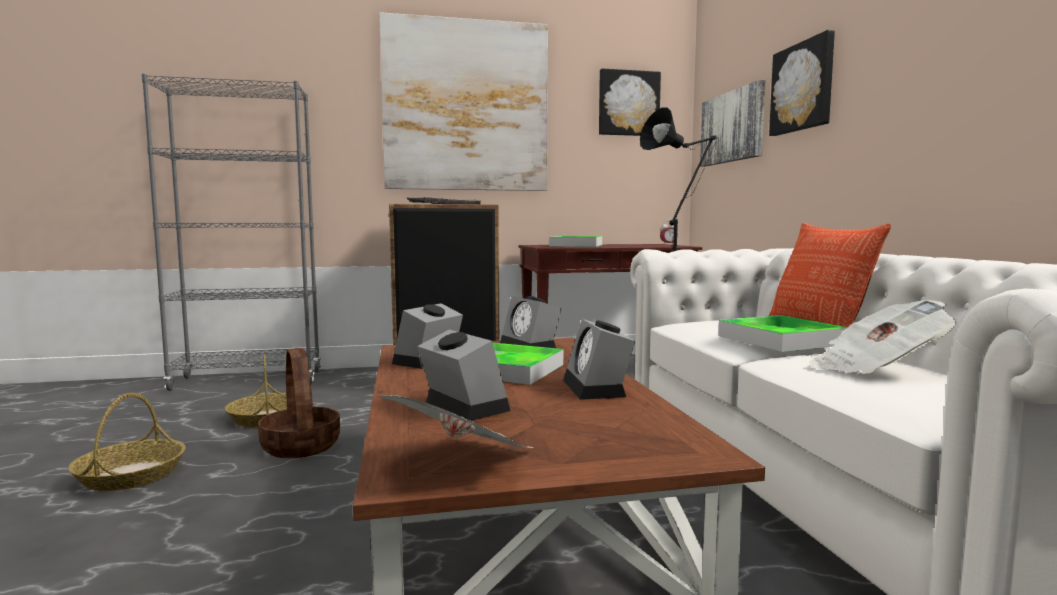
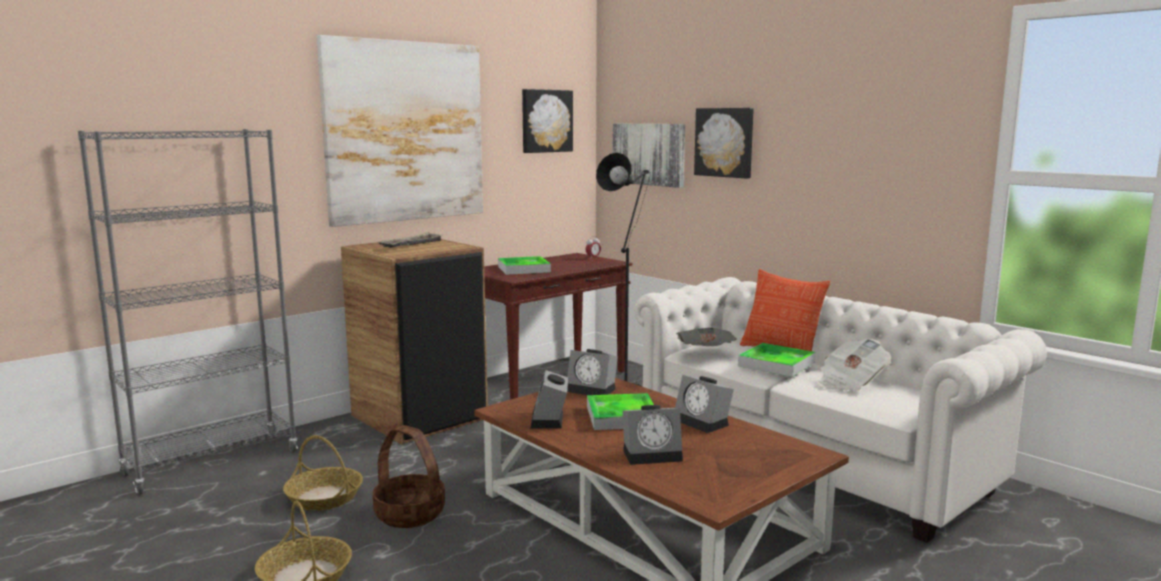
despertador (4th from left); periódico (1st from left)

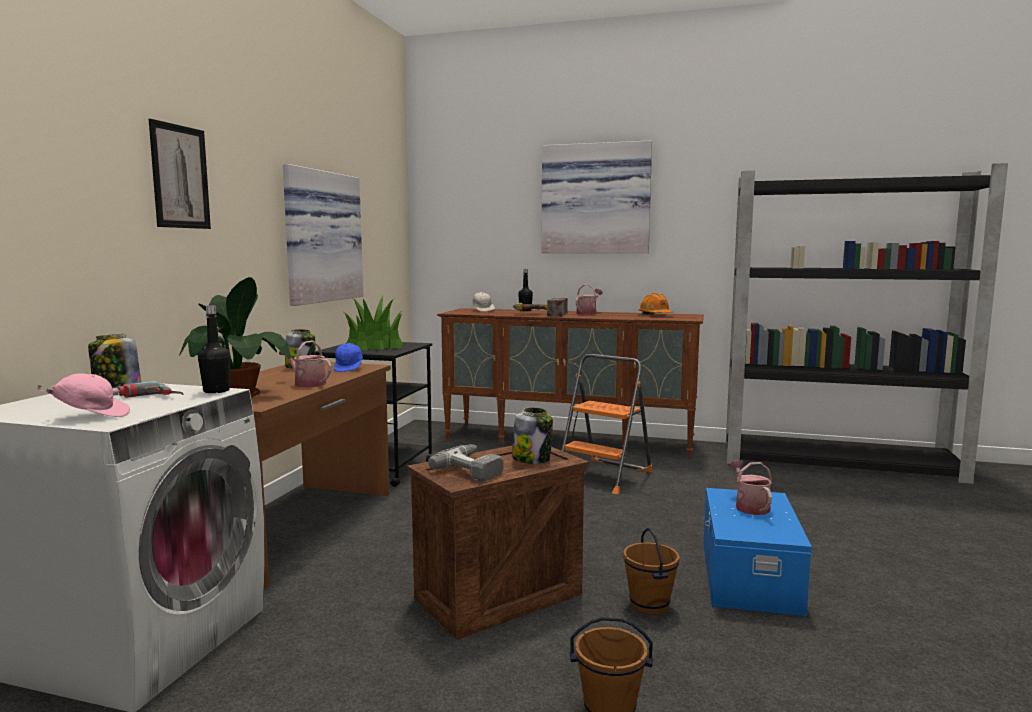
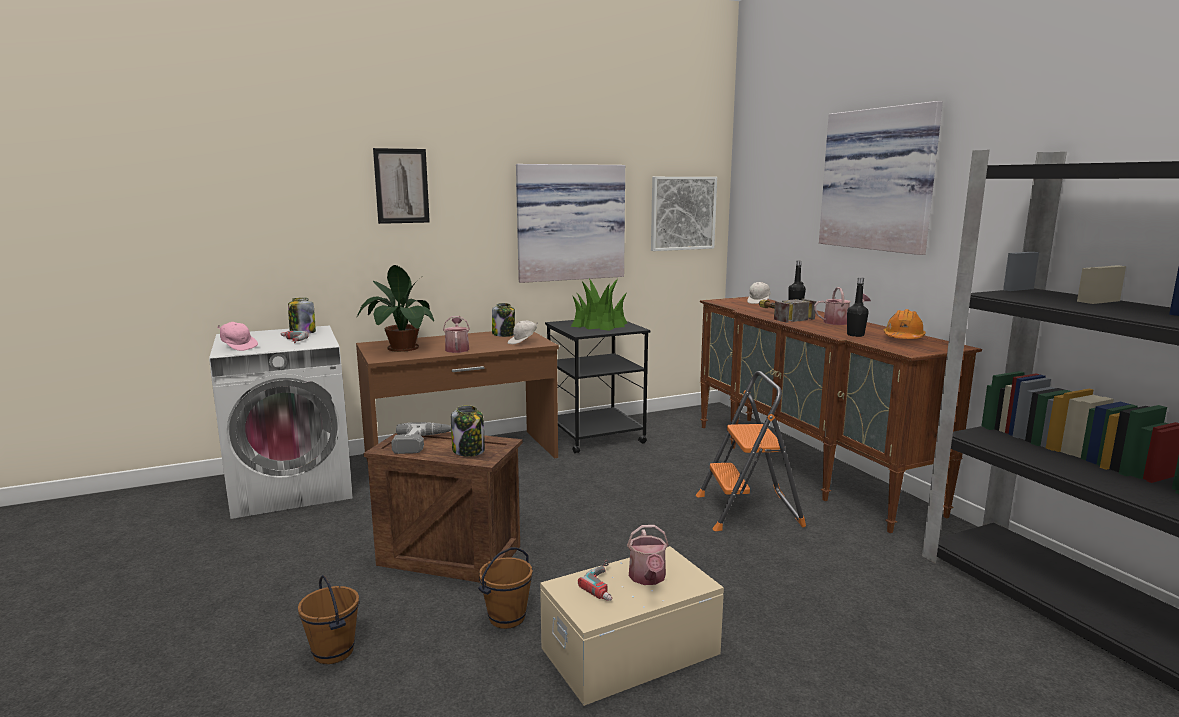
gorra (blanco) (1st from left); caja de almacenaje (beis); taladro (3rd from left); regadera (2nd from left); cuadro (3rd from left); botella (negro) (2nd from left)

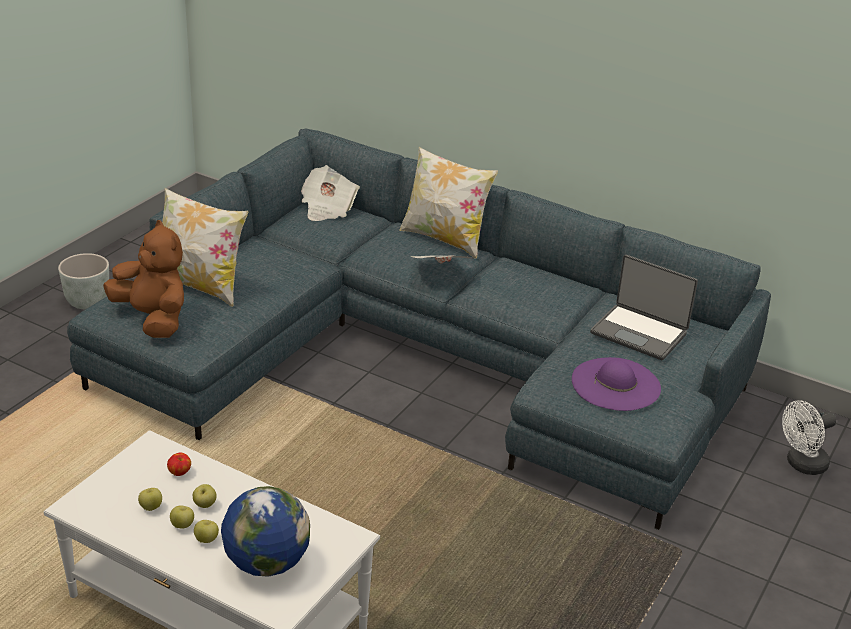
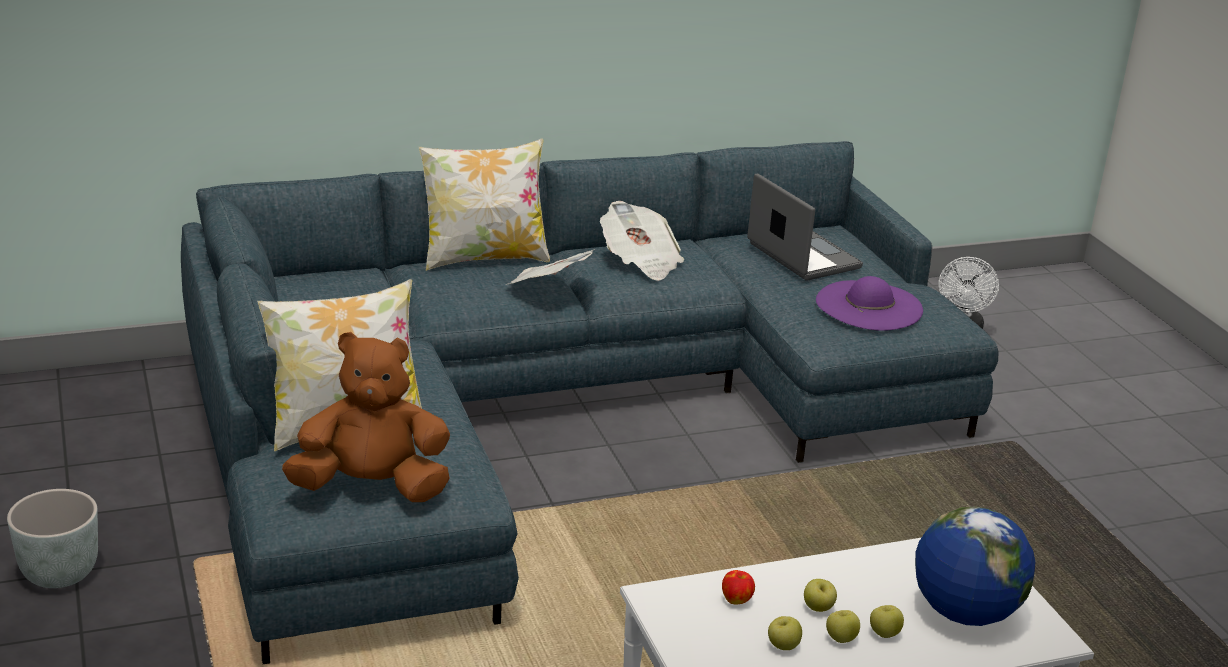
periódico (2nd from left); portátil

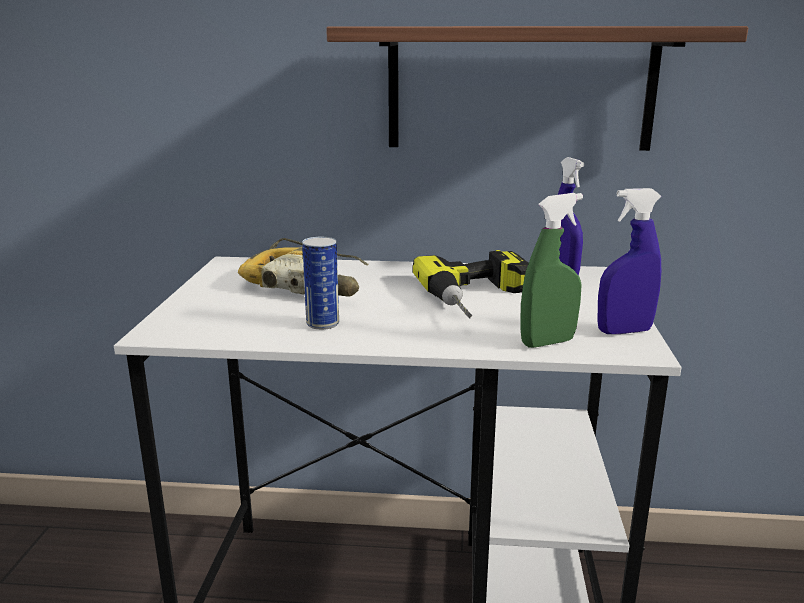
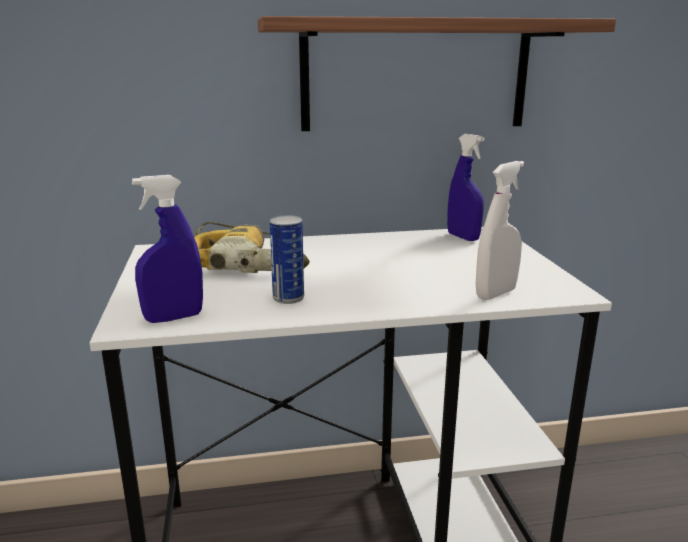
pulverizador (azul) (1st from left); pulverizador (blanco); taladro (2nd from left in the first image)

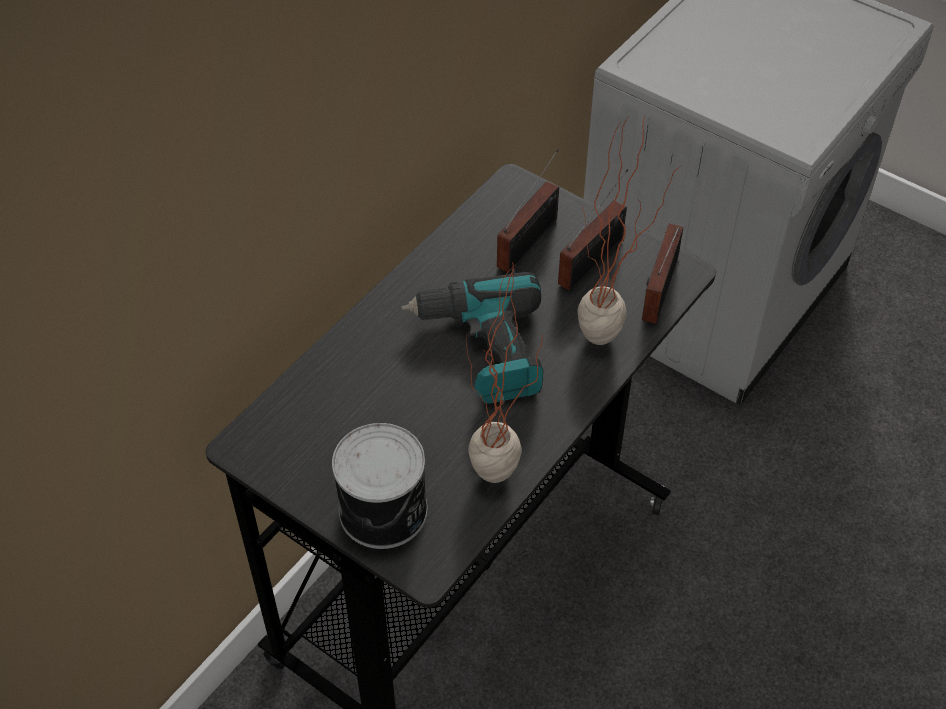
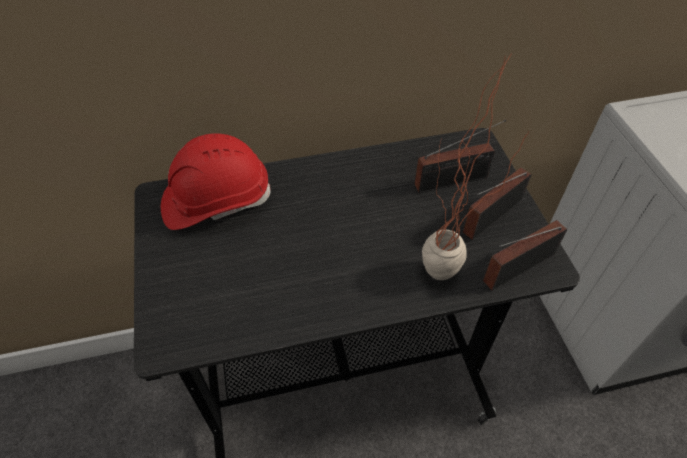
casco (rojo); radio (2nd from left); lata; taladro; planta en maceta (1st from left in the first image)

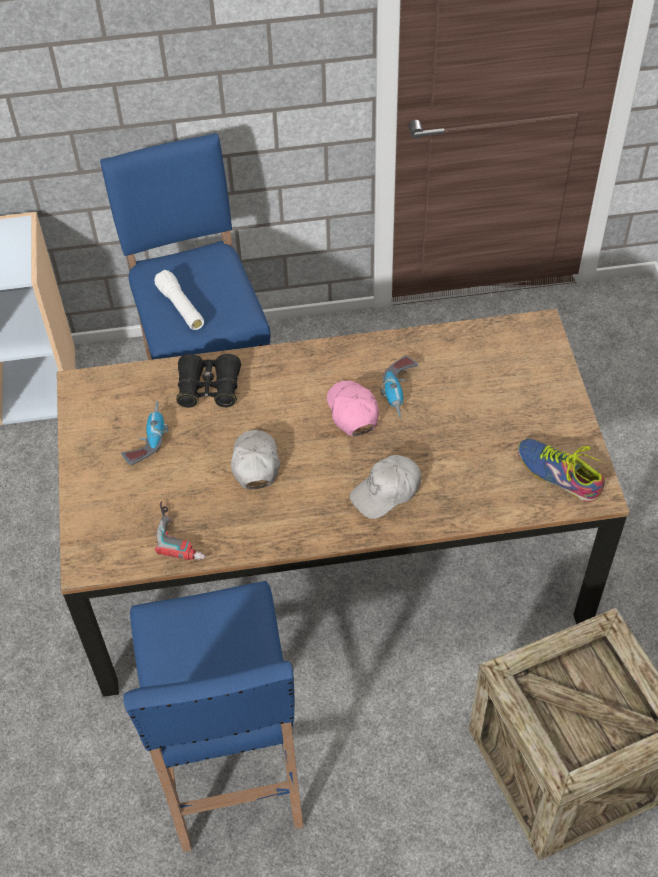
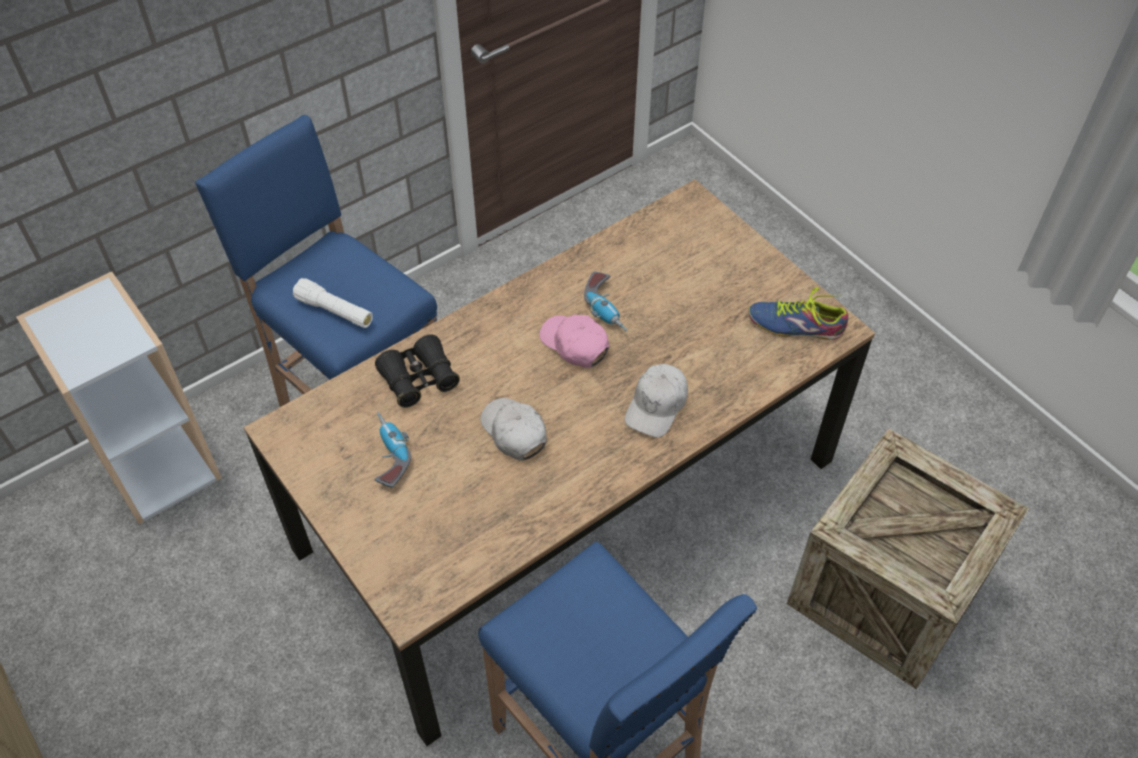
taladro (2nd from left in the first image)

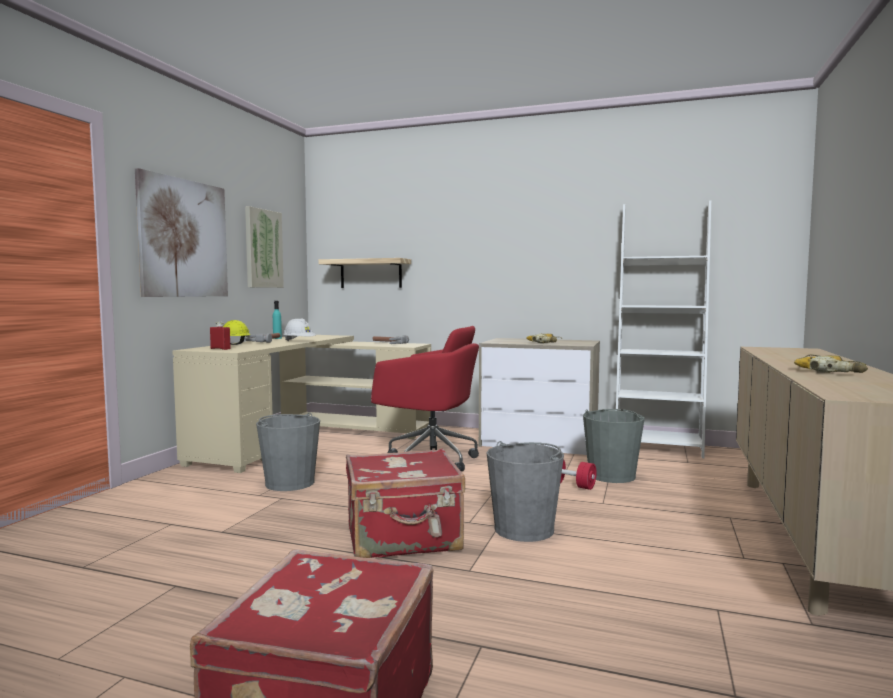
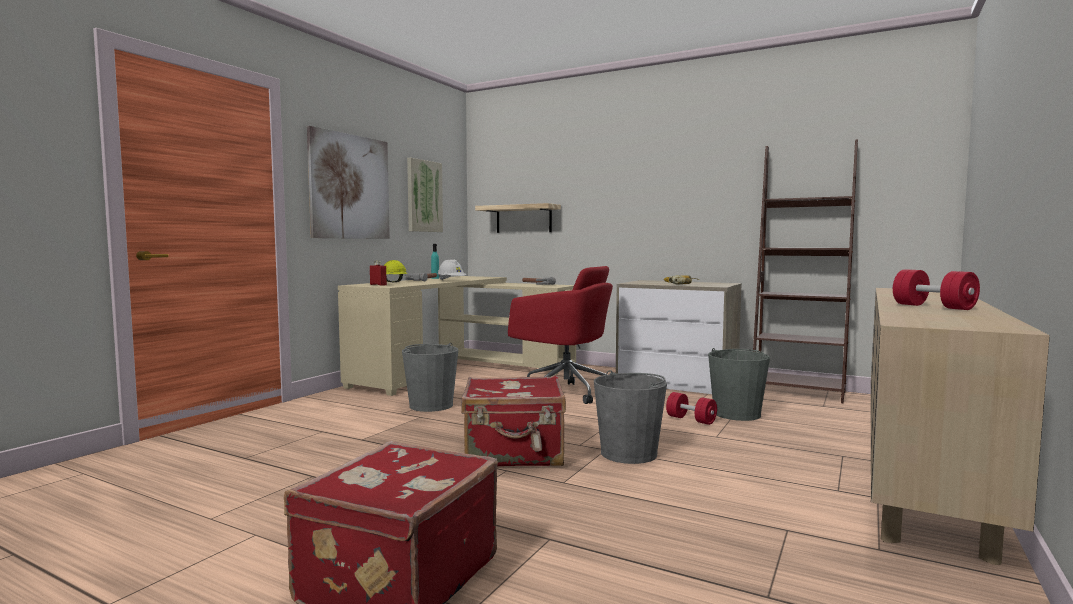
estantería (marrón); mancuerna (rojo) (2nd from left)

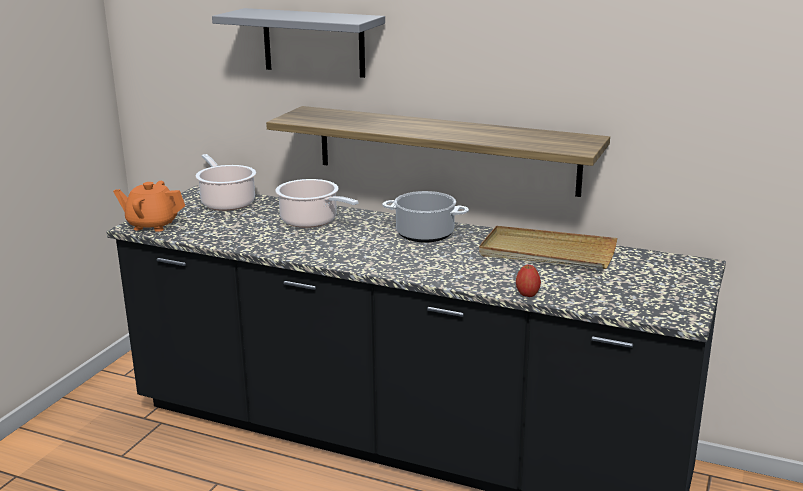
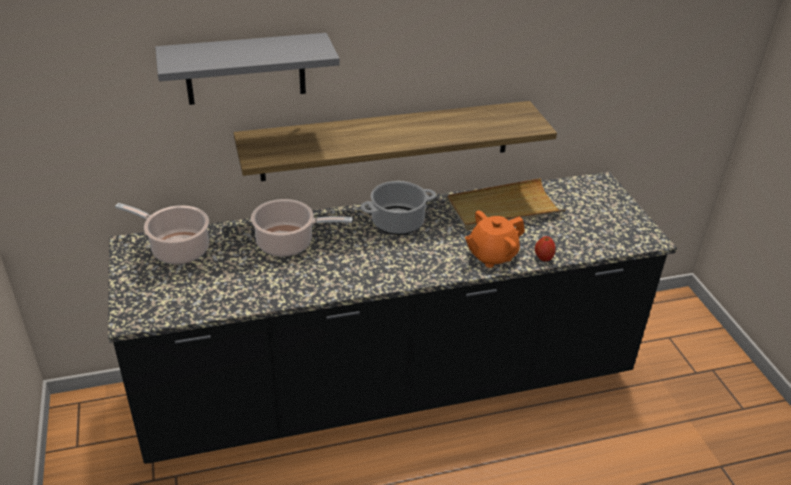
tetera (naranja)

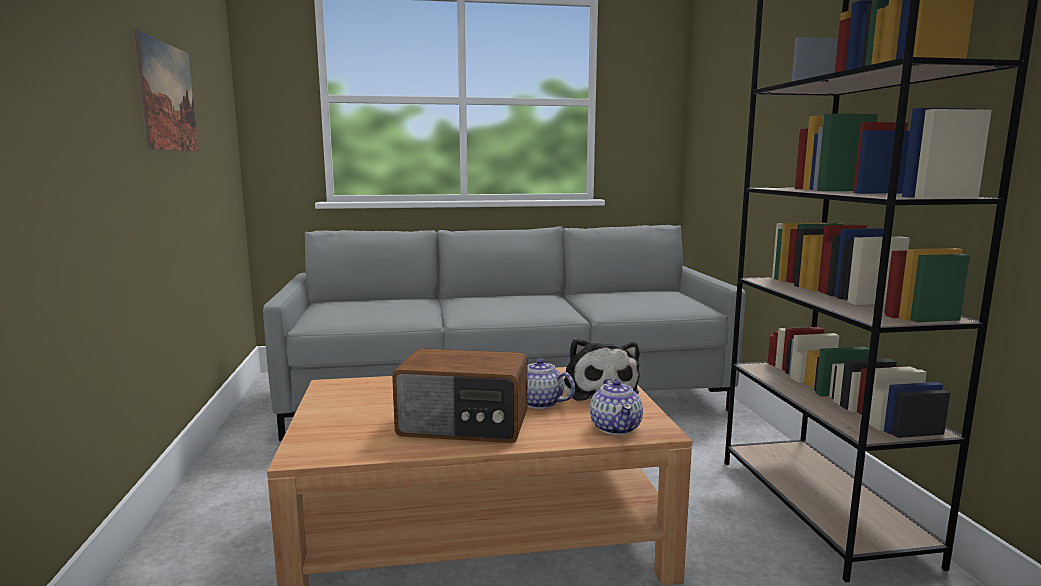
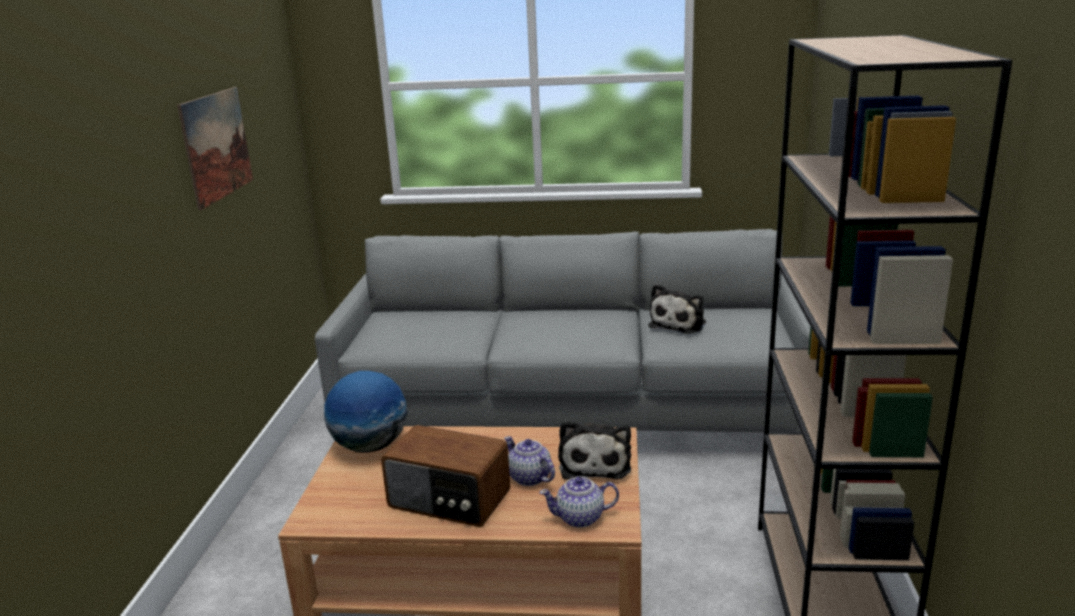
globo terráqueo; tetera (2nd from left); peluche (2nd from left)

